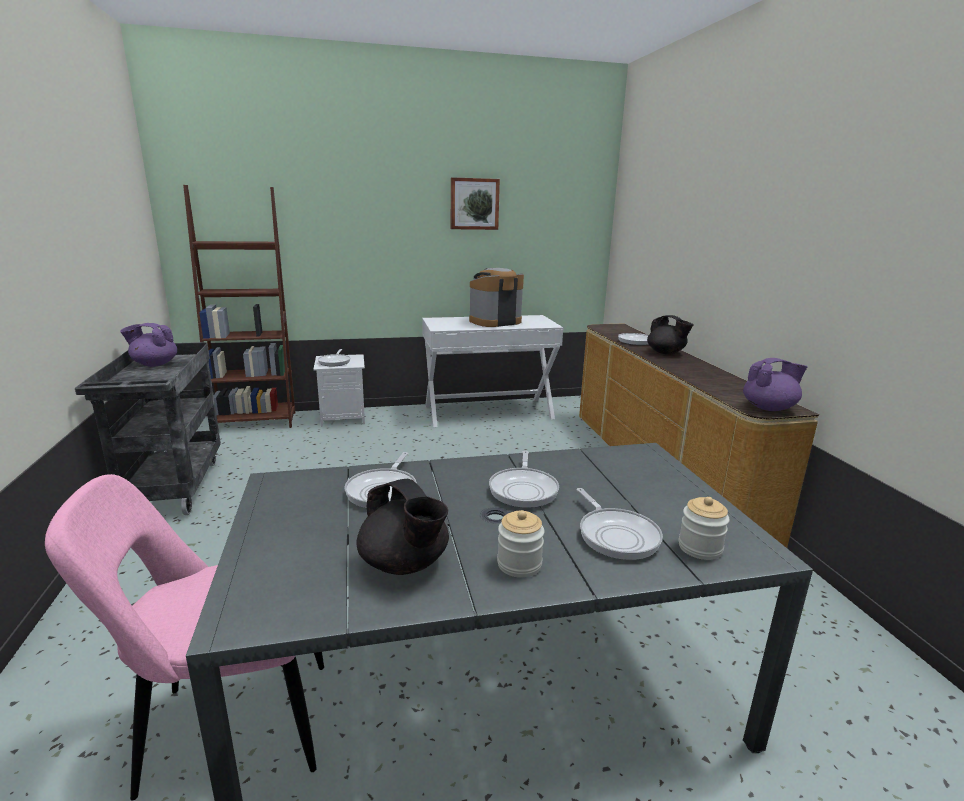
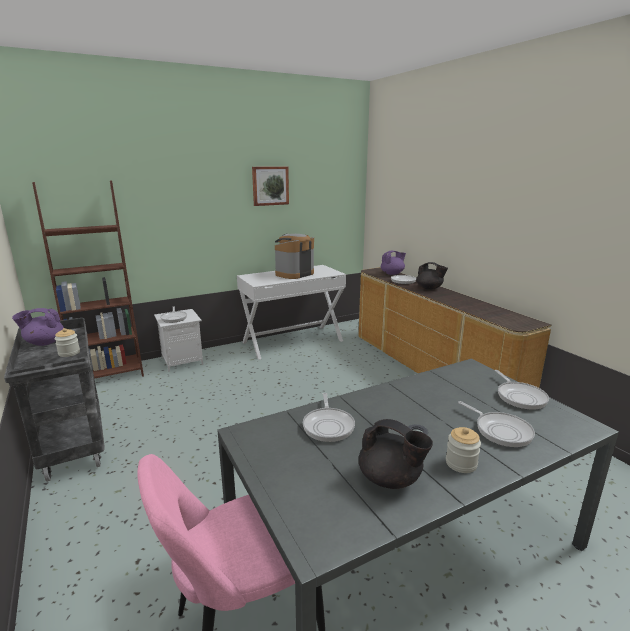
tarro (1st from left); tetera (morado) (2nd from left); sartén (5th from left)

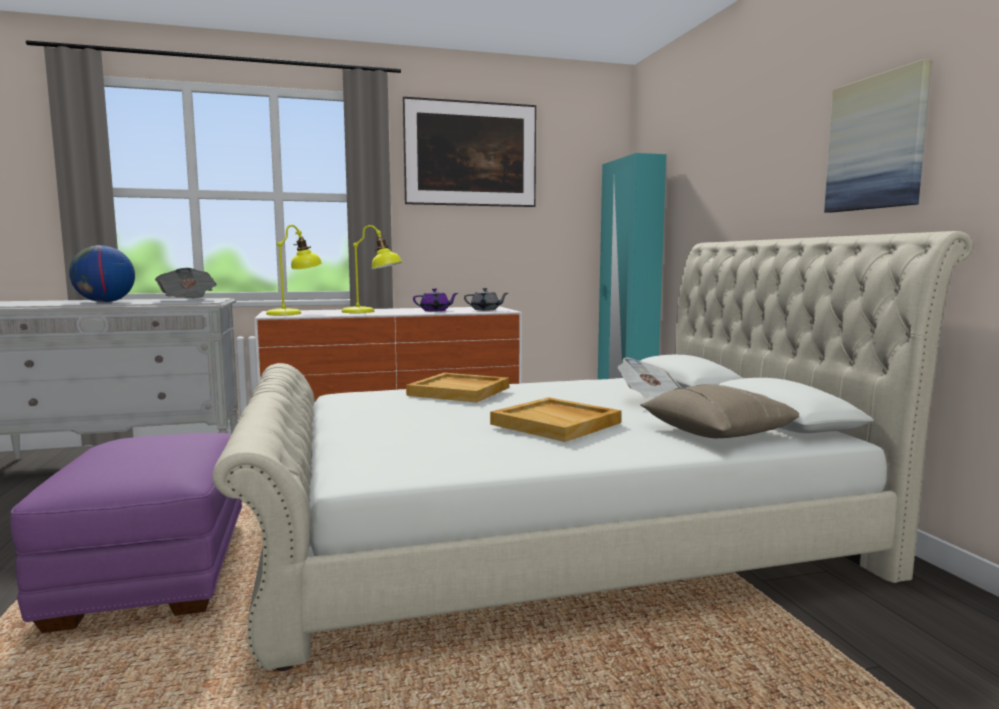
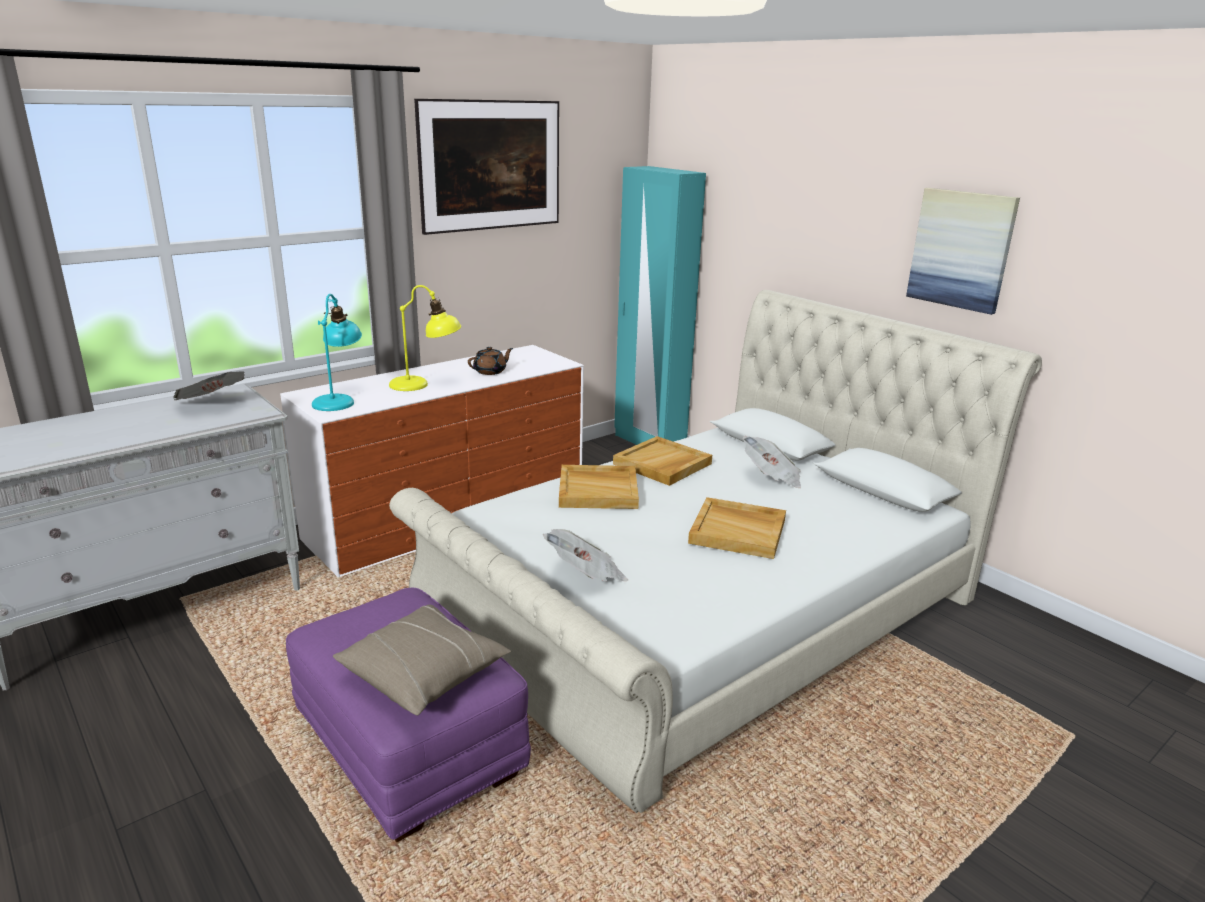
lámpara de mesa (turquesa); cojín (beis); tetera (marrón); periódico (2nd from left); bandeja (beis) (2nd from left); globo terráqueo; tetera (gris)

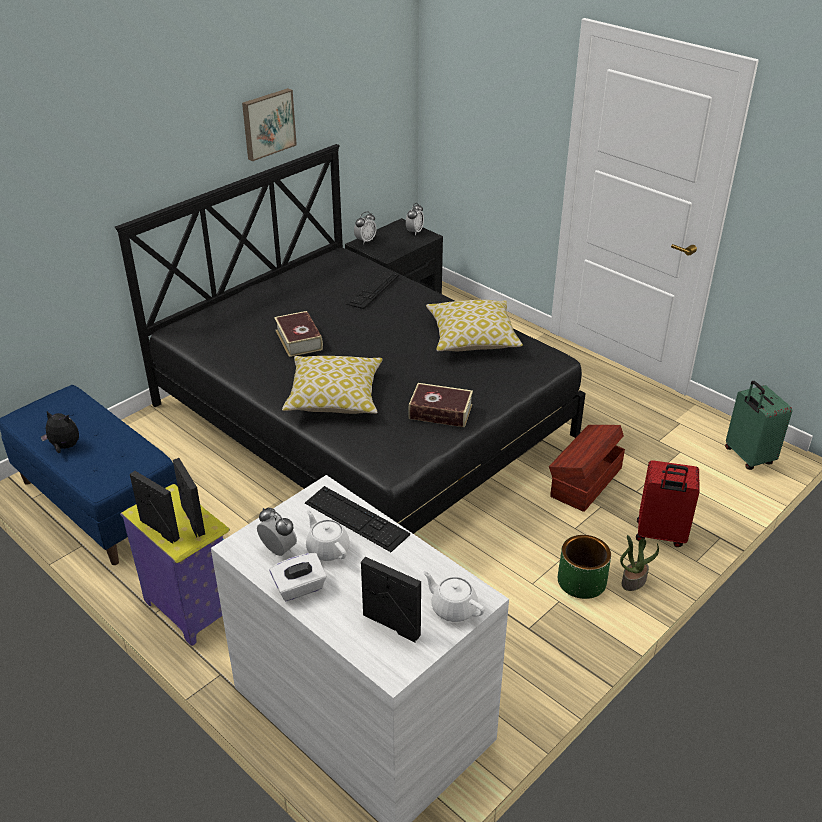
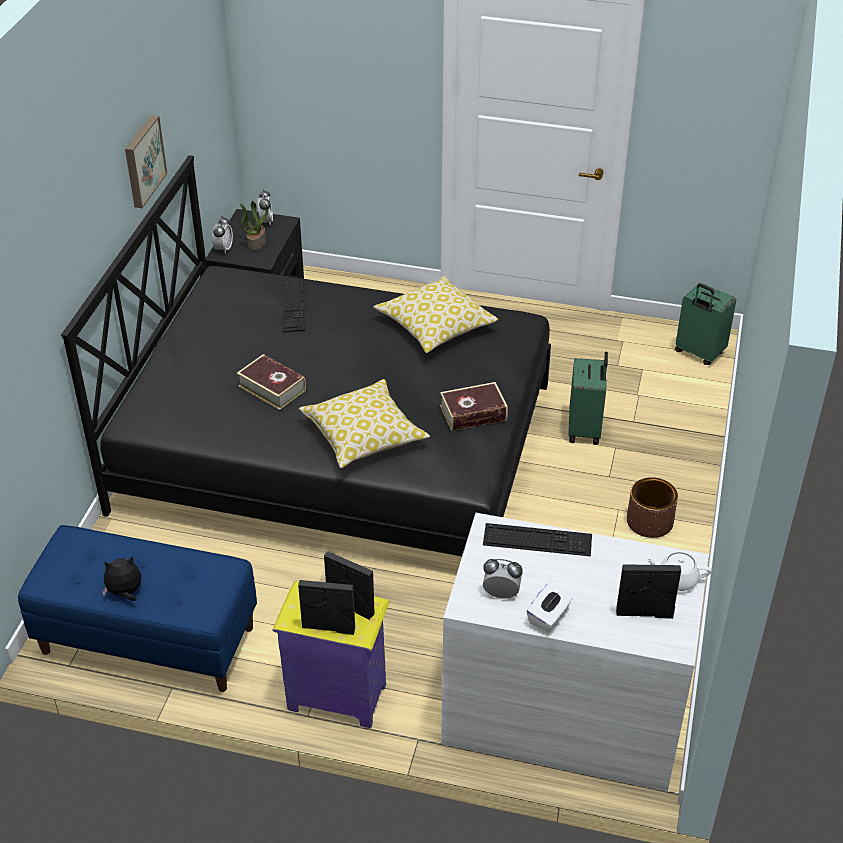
planta en maceta; maleta (verde) (1st from left); maceta (marrón); tetera (blanco) (1st from left in the first image); maleta (rojo)

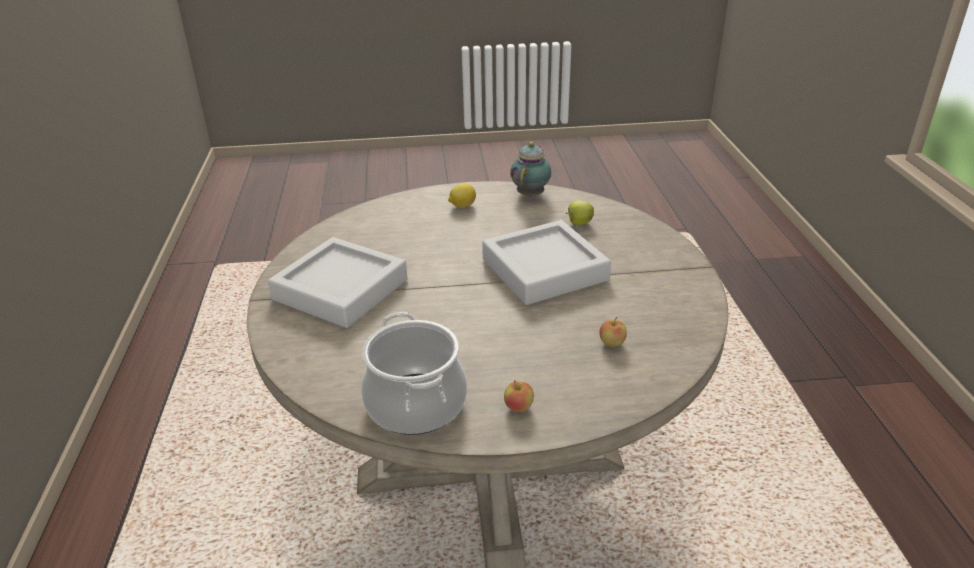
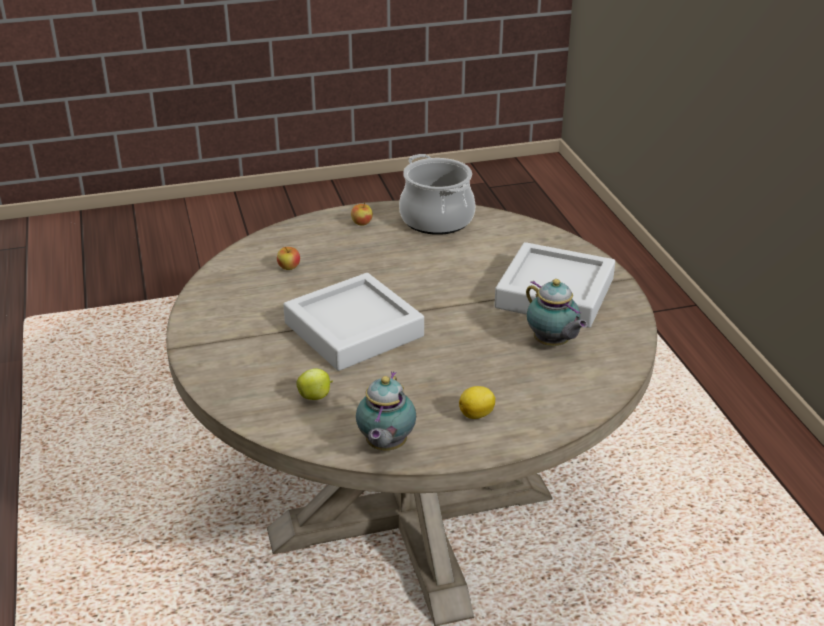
tetera (2nd from left)

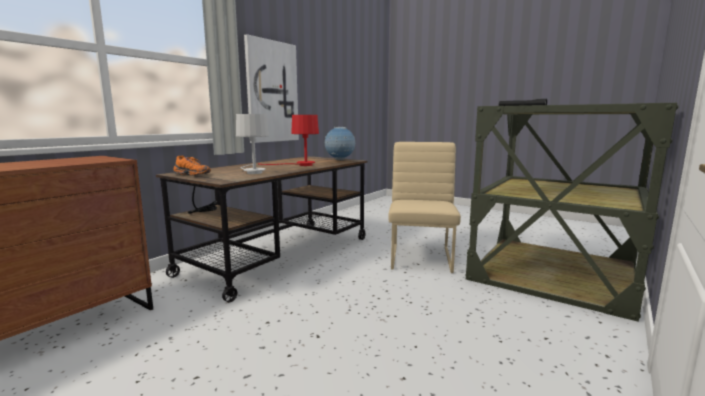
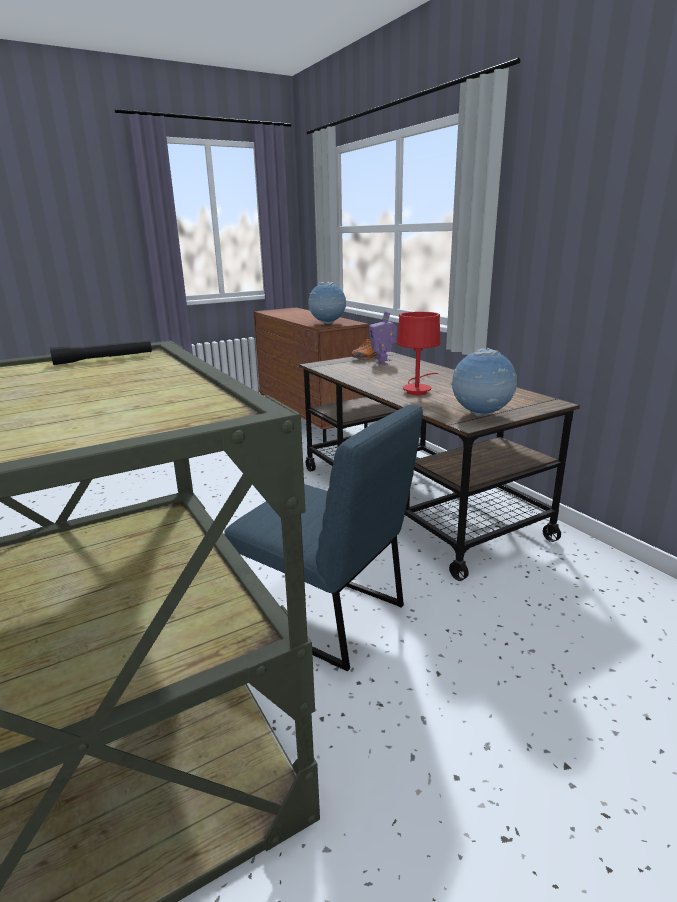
silla (azul); globo terráqueo (1st from left); robot de juguete; lámpara de mesa (blanco); cuadro

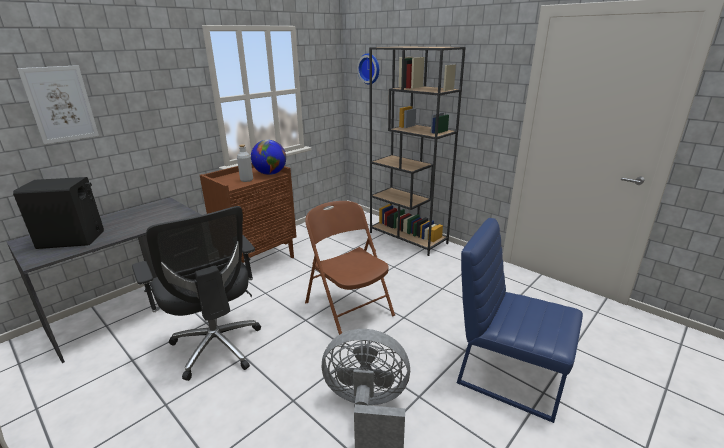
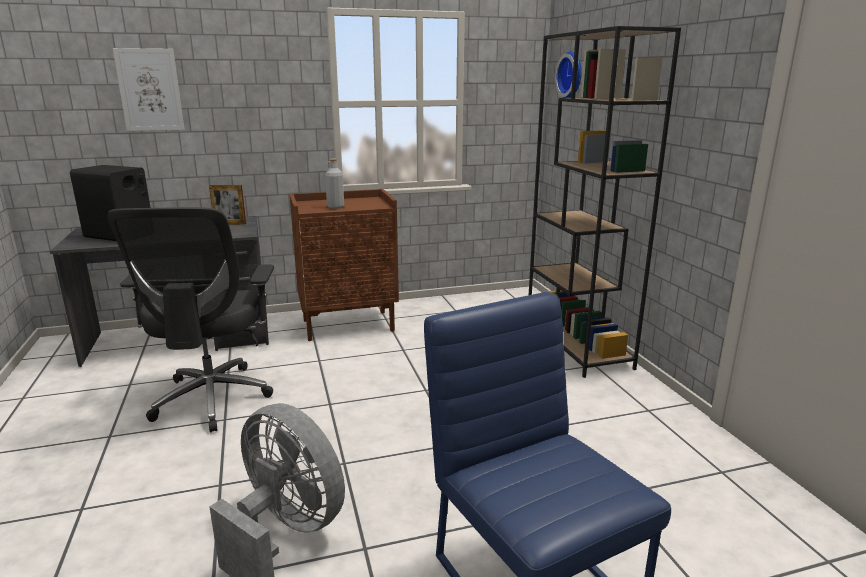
portarretratos; globo terráqueo; silla (marrón)

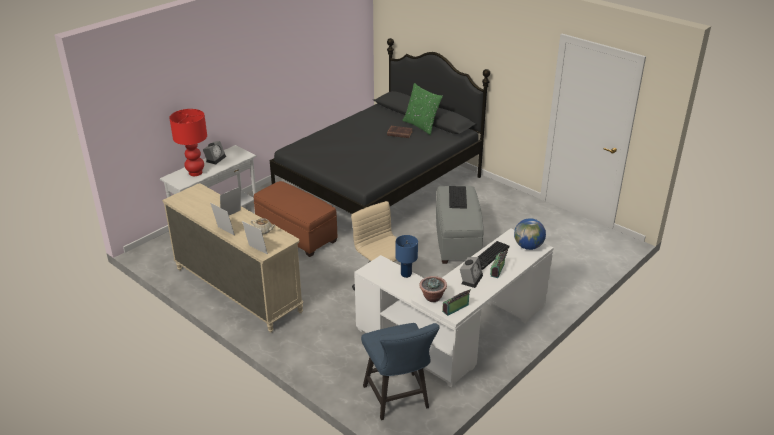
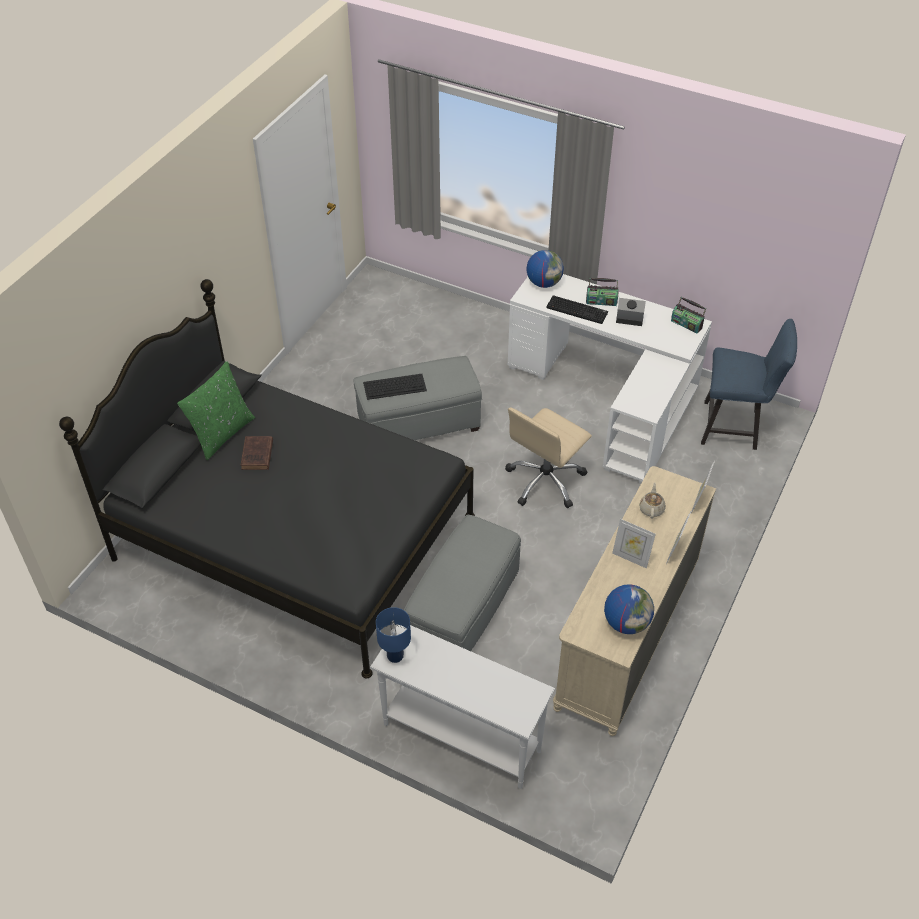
lámpara de mesa (azul); puf (gris) (2nd from left); globo terráqueo (2nd from left); silla (azul); lámpara de mesa (rojo); despertador (1st from left in the first image); planta en maceta

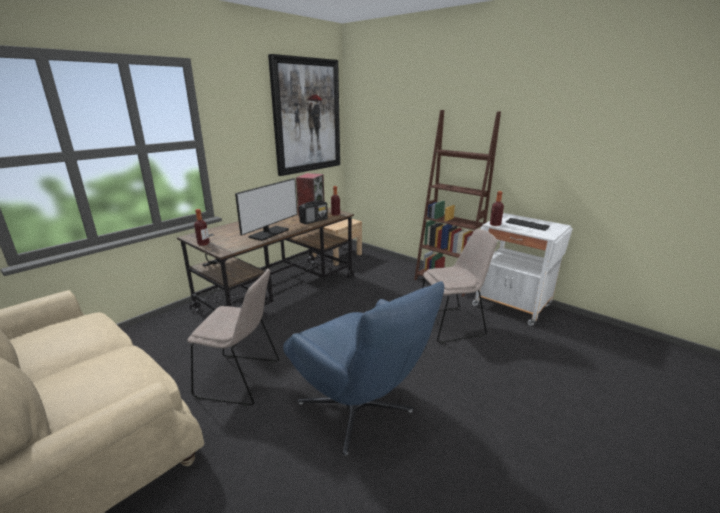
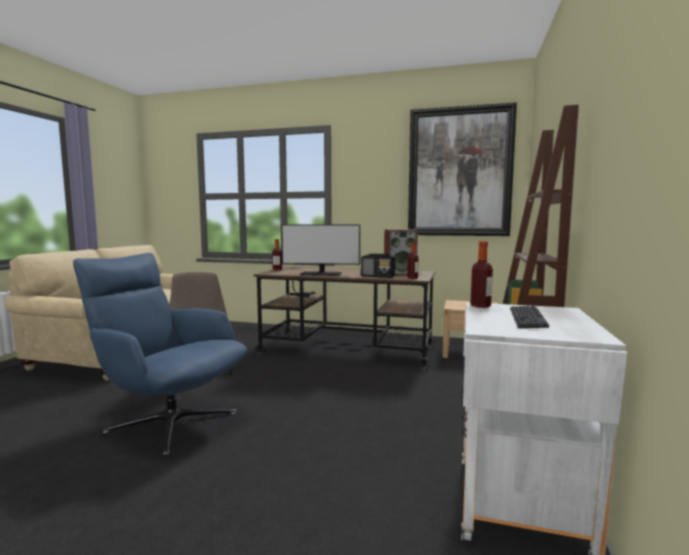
sillón (azul); silla (beis) (2nd from left in the first image)

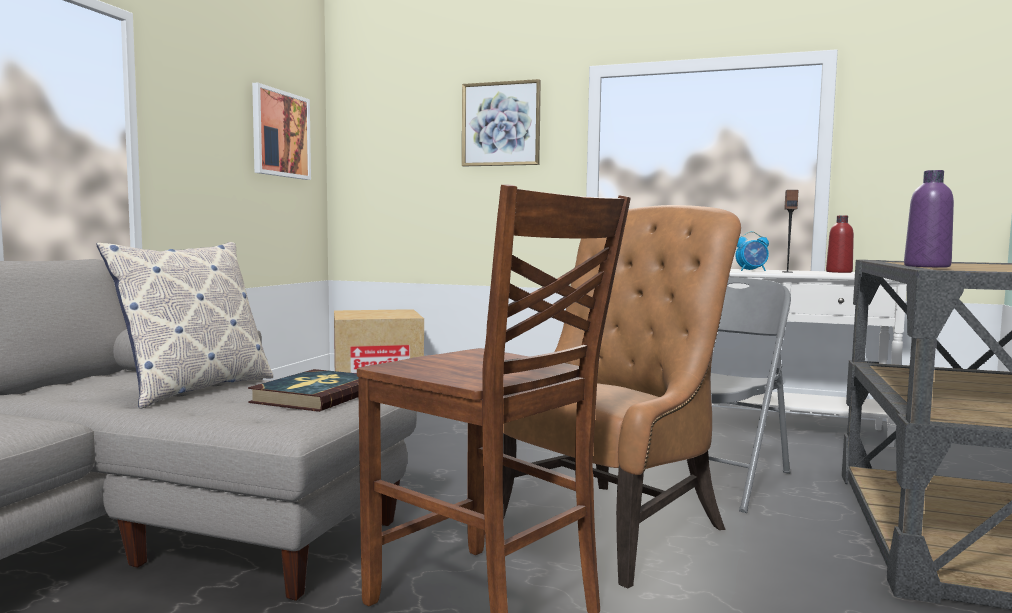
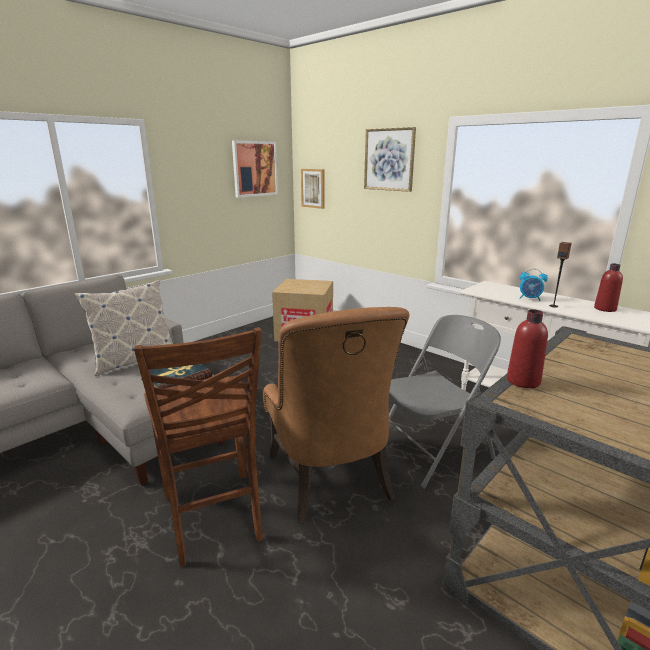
silla (marrón) (2nd from left); cuadro (2nd from left); botella (rojo) (1st from left)

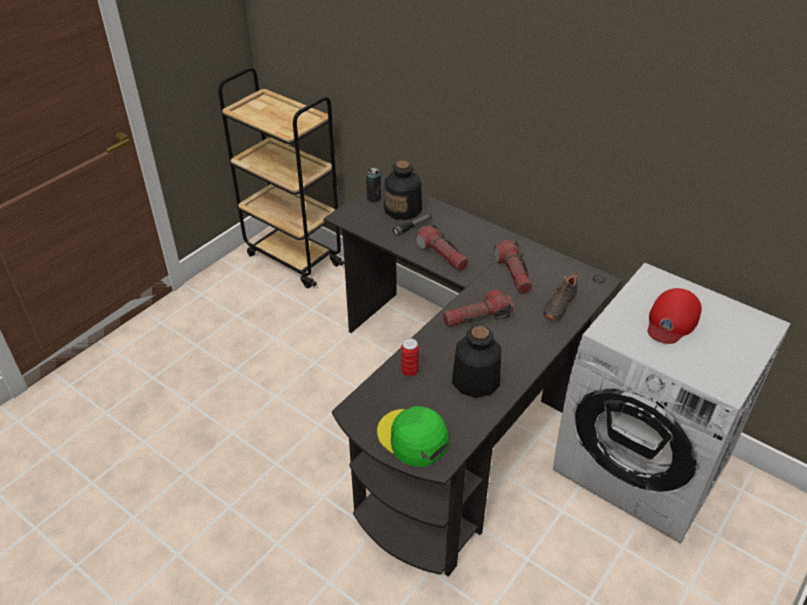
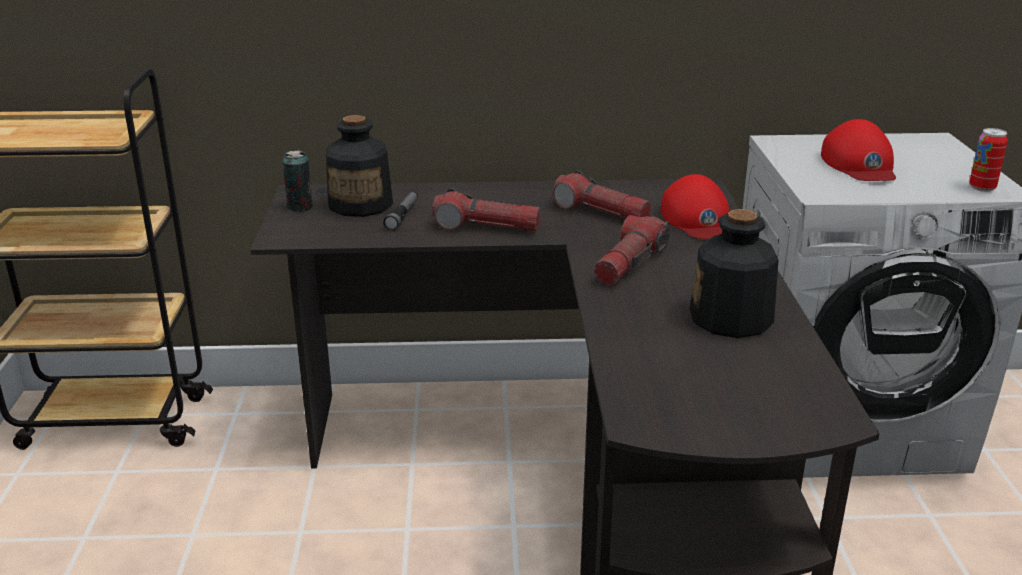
gorra (rojo) (1st from left); lata (2nd from left); gorra (verde)

